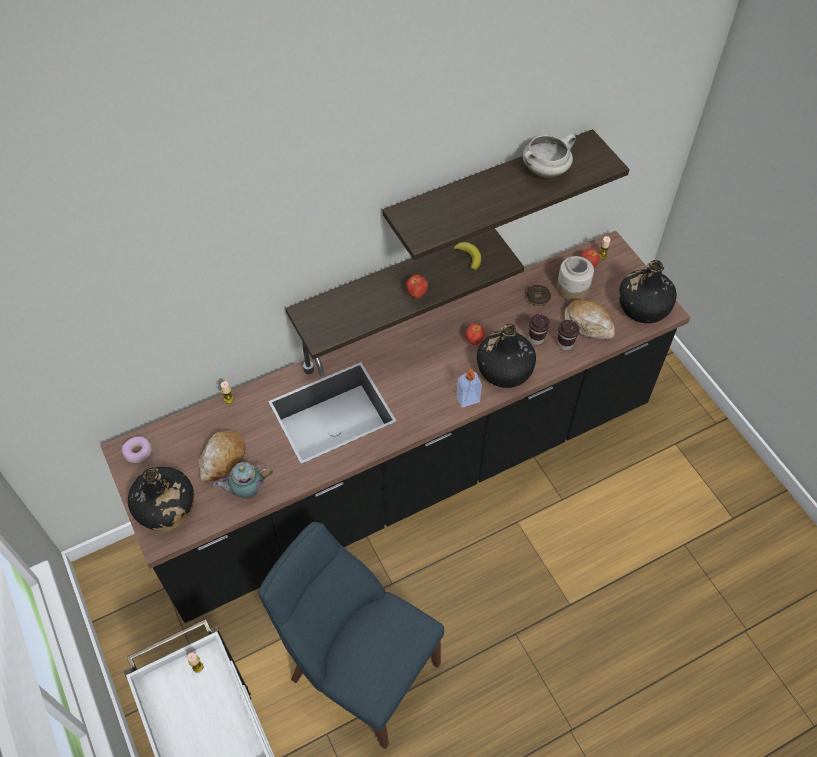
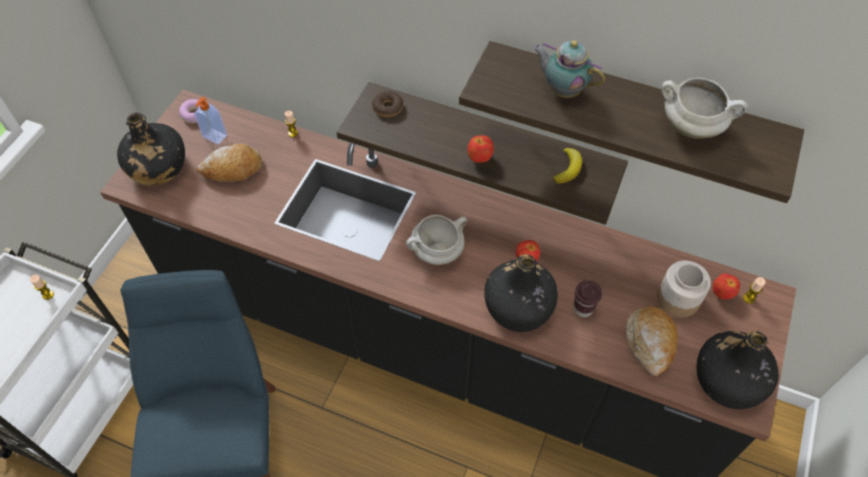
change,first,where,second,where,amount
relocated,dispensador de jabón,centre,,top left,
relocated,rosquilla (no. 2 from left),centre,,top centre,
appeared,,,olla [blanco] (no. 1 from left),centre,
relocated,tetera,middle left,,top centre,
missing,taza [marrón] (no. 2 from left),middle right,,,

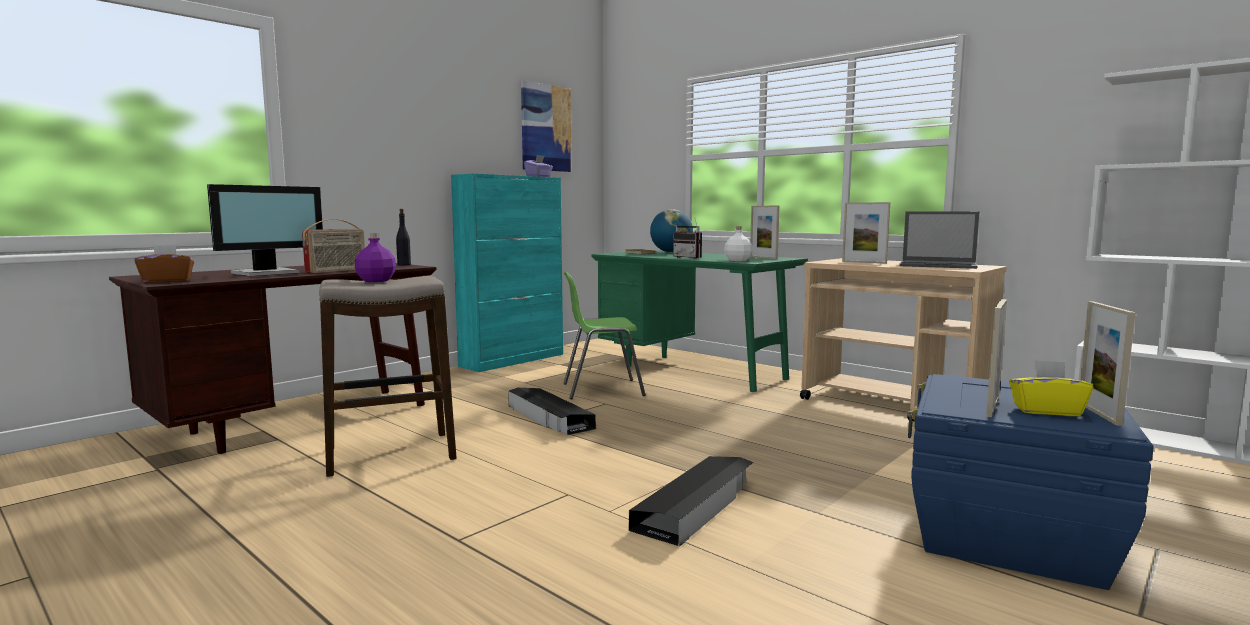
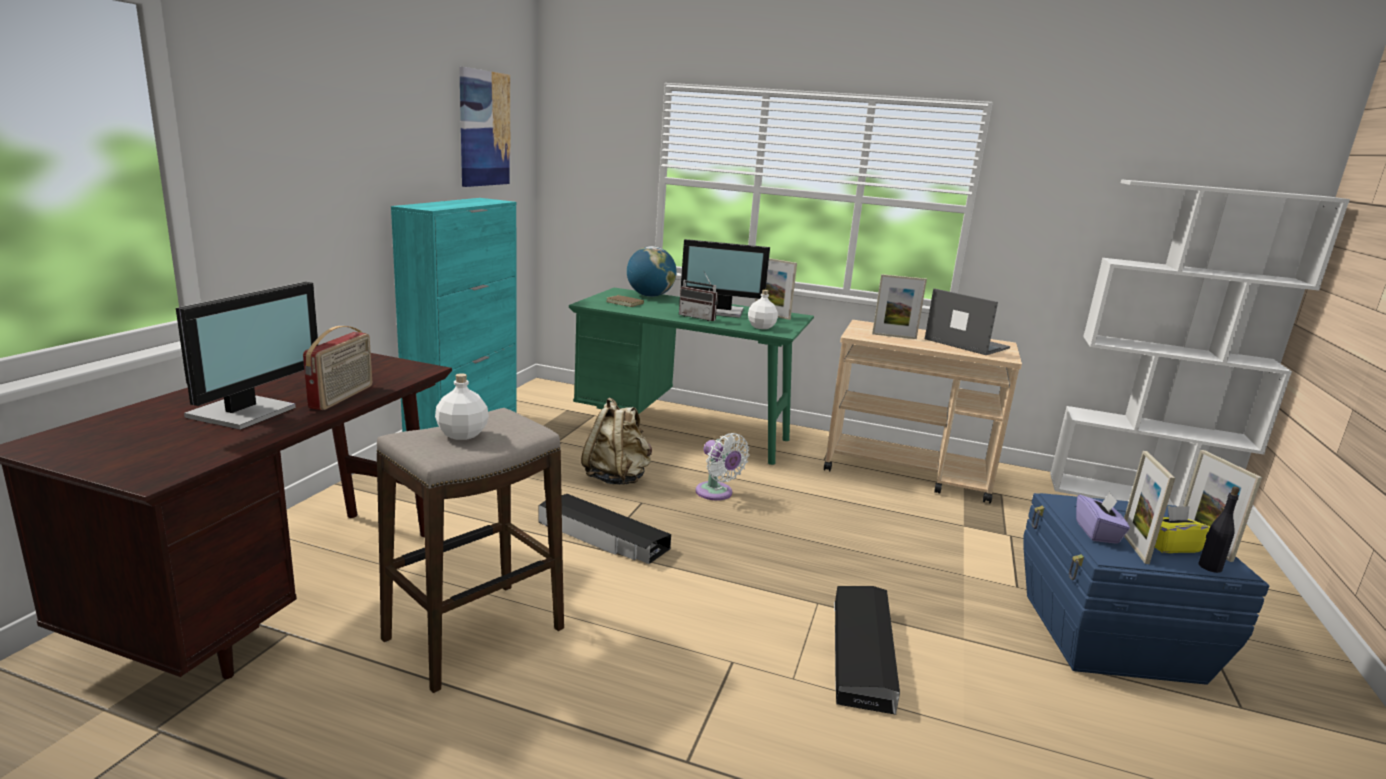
change,first,where,second,where,amount
colour,botella [morado],middle left,botella [blanco] (no. 1 from left),centre,
exchanged,silla [verde],centre,mochila [beis],centre,
appeared,,,monitor (no. 2 from left),centre,
appeared,,,ventilador [blanco],centre,
spun,portátil,middle right,,middle right,135 degrees counterclockwise
relocated,caja de pañuelos [morado],top centre,,middle right,
relocated,botella [negro],middle left,,bottom right,
missing,caja de pañuelos [marrón],middle left,,,

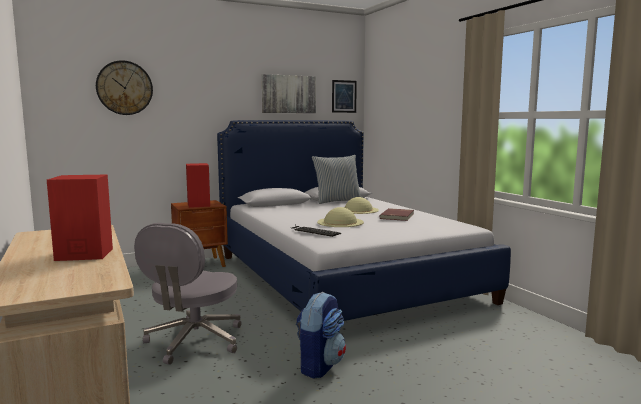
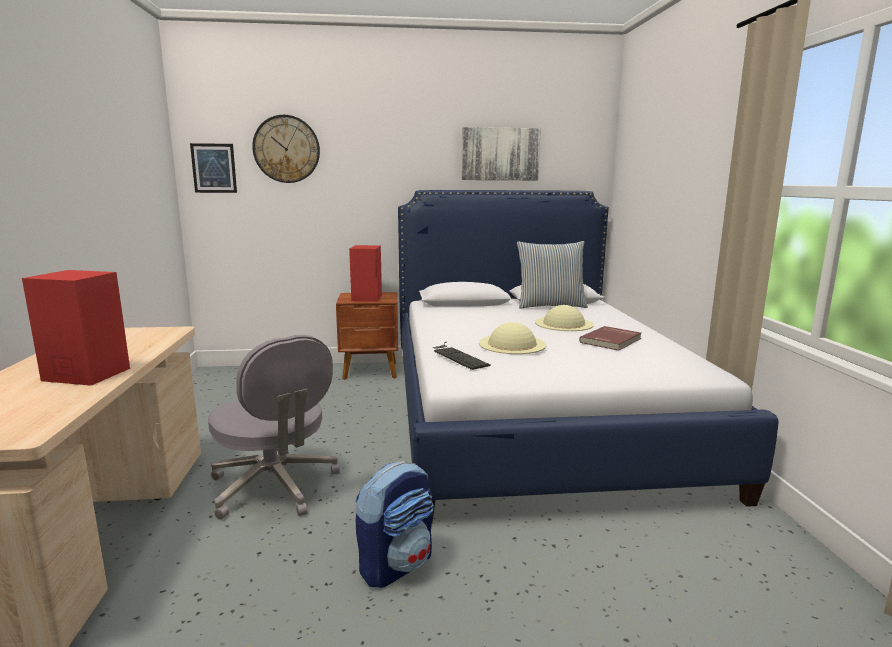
change,first,where,second,where,amount
relocated,cuadro (no. 2 from left in the first image),top centre,cuadro (no. 1 from left),top left,
spun,silla de oficina [gris],bottom left,,middle left,75 degrees counterclockwise

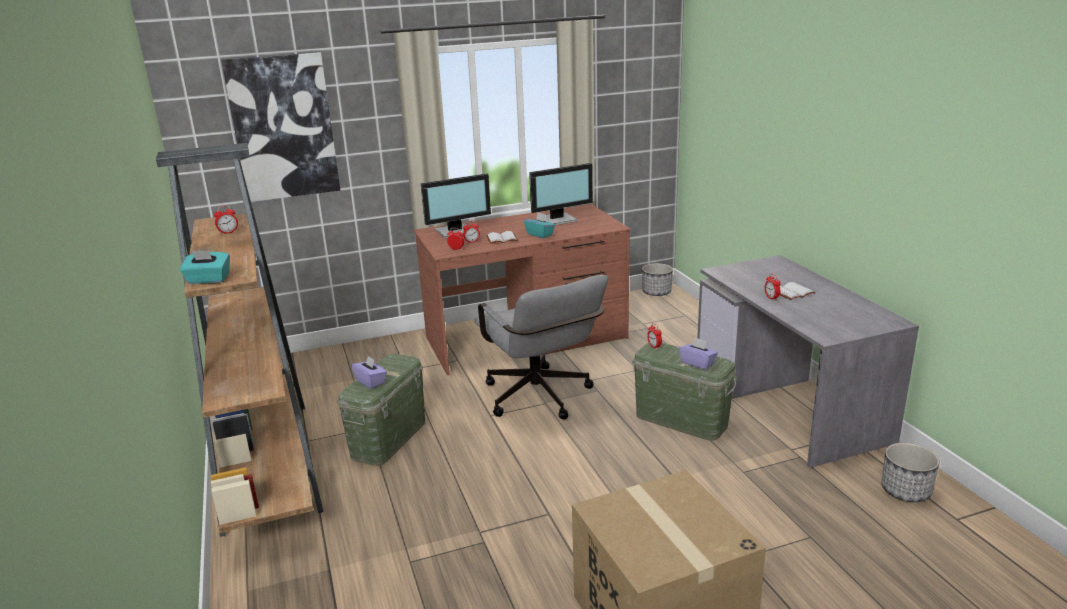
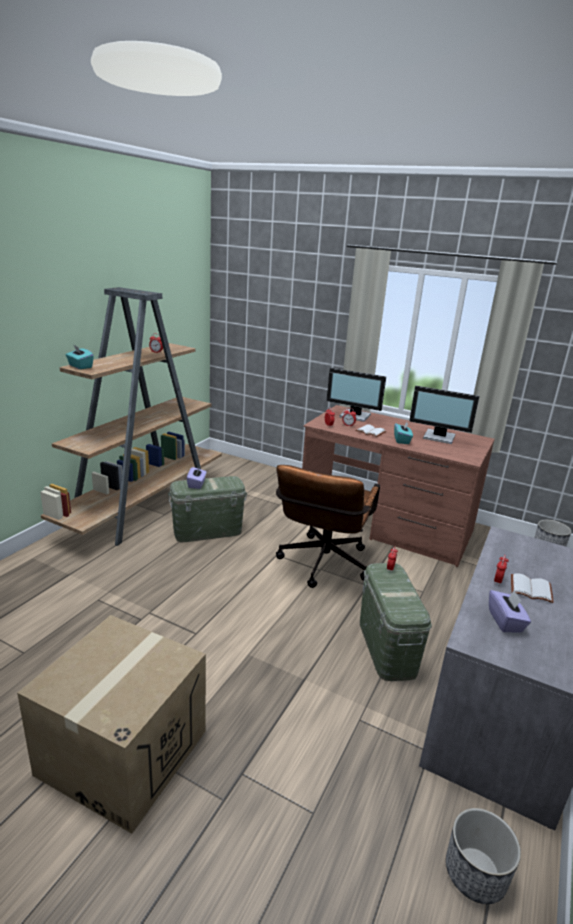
change,first,where,second,where,amount
colour,silla de oficina [gris],centre,silla de oficina [marrón],centre,
relocated,caja de pañuelos [morado] (no. 2 from left),centre,,middle right,
missing,cuadro,top left,,,

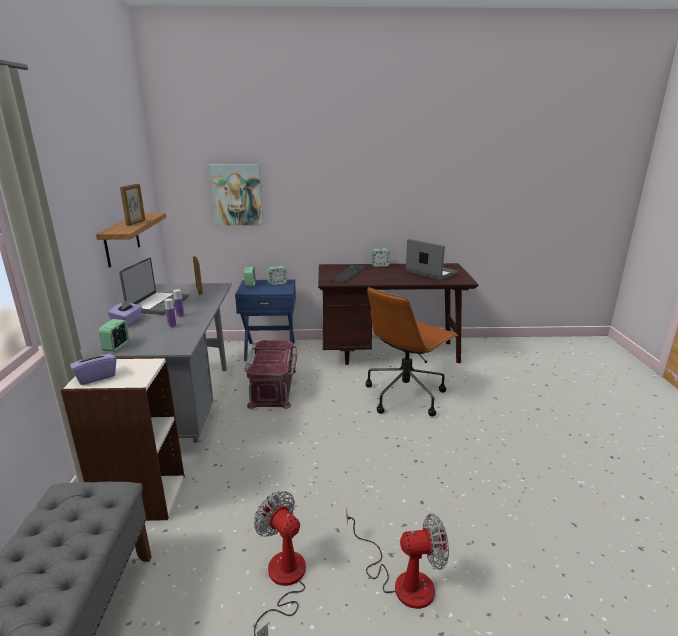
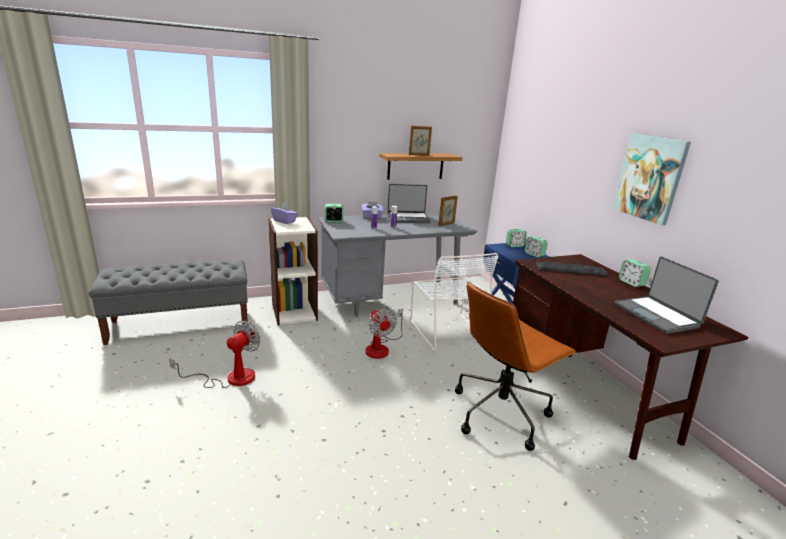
change,first,where,second,where,amount
relocated,ventilador (no. 2 from left),bottom centre,,centre,
exchanged,caja de almacenaje [rojo],centre,silla [blanco],centre,
spun,silla de oficina [marrón],centre,,bottom centre,60 degrees counterclockwise
relocated,cuadro,top centre,,top right,
spun,portátil (no. 2 from left),centre,,middle right,135 degrees clockwise

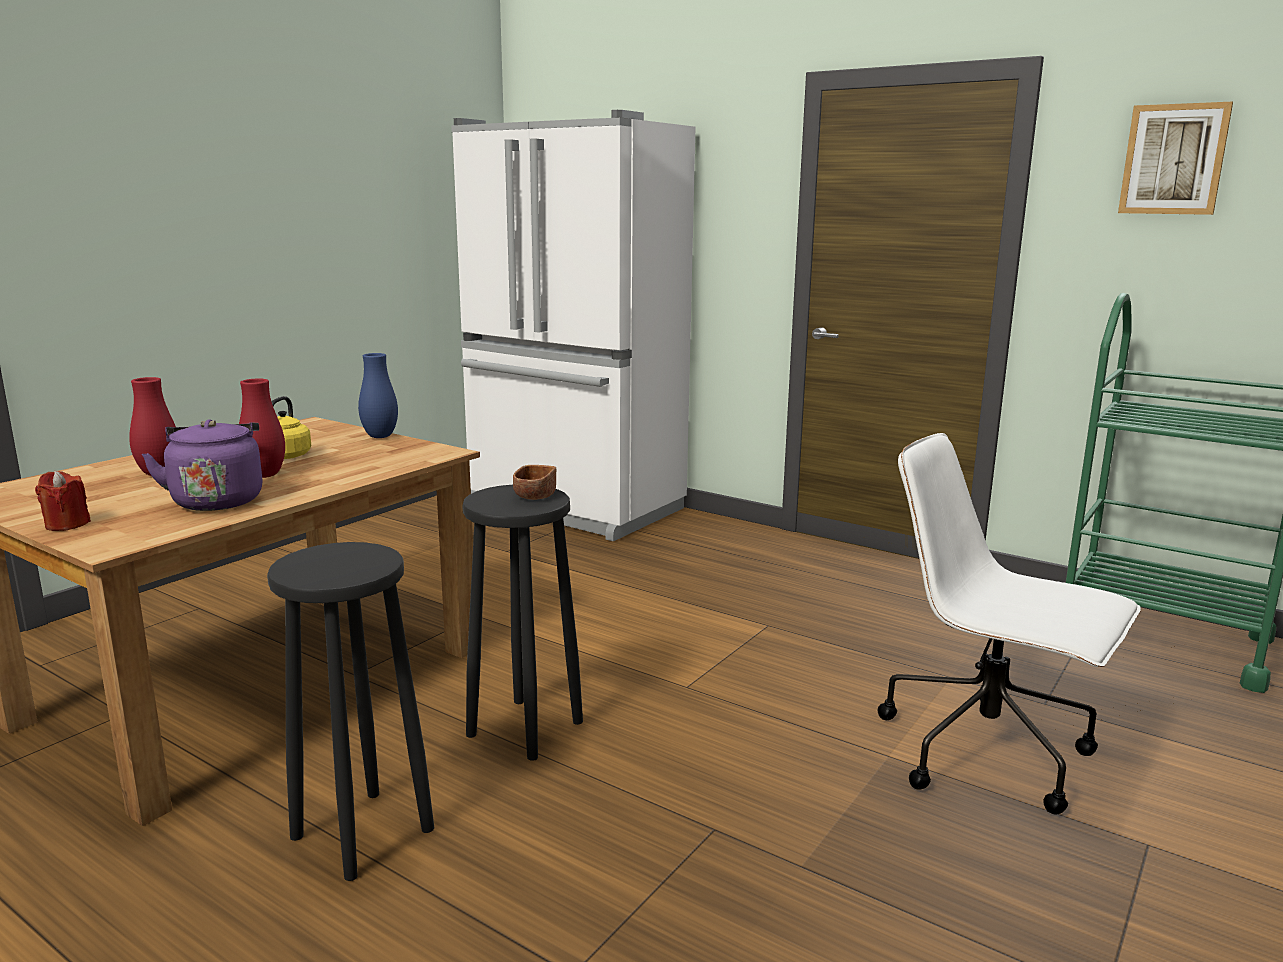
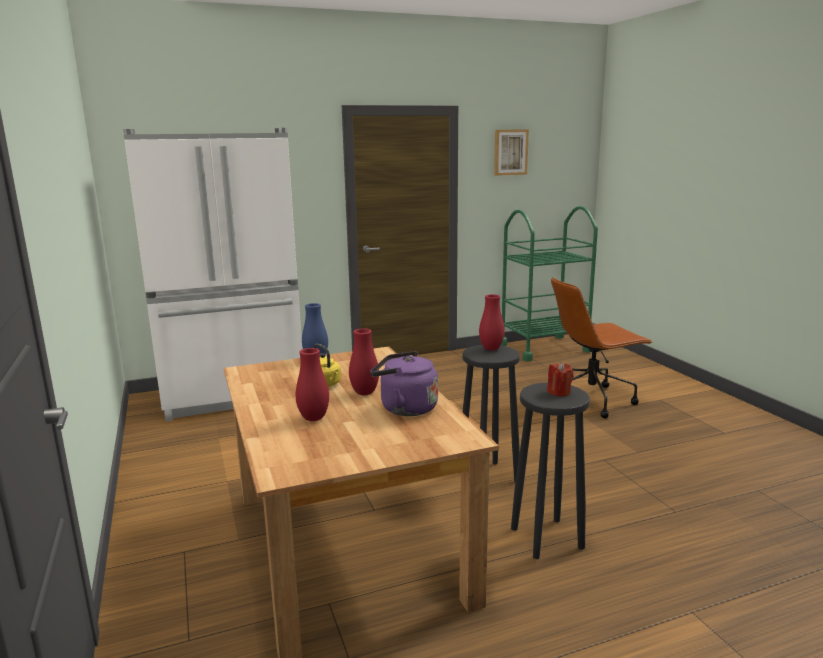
change,first,where,second,where,amount
exchanged,cuenco [marrón],centre,florero [rojo] (no. 3 from left),centre,
relocated,vela [rojo],middle left,,middle right,
colour,silla de oficina [blanco],middle right,silla de oficina [marrón],middle right,

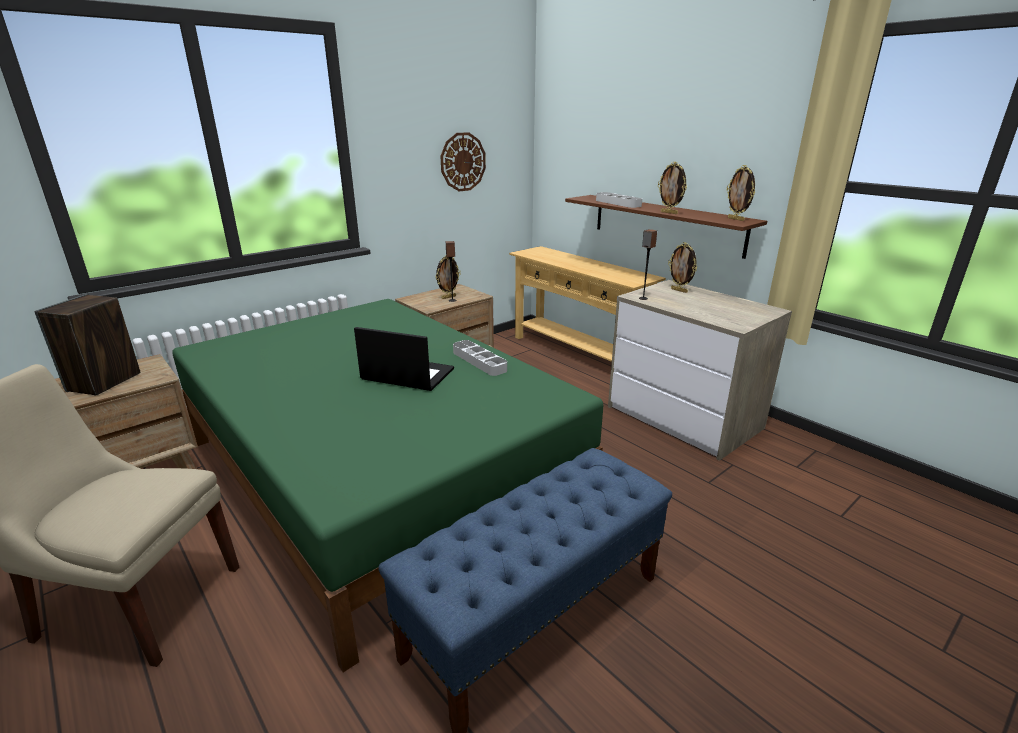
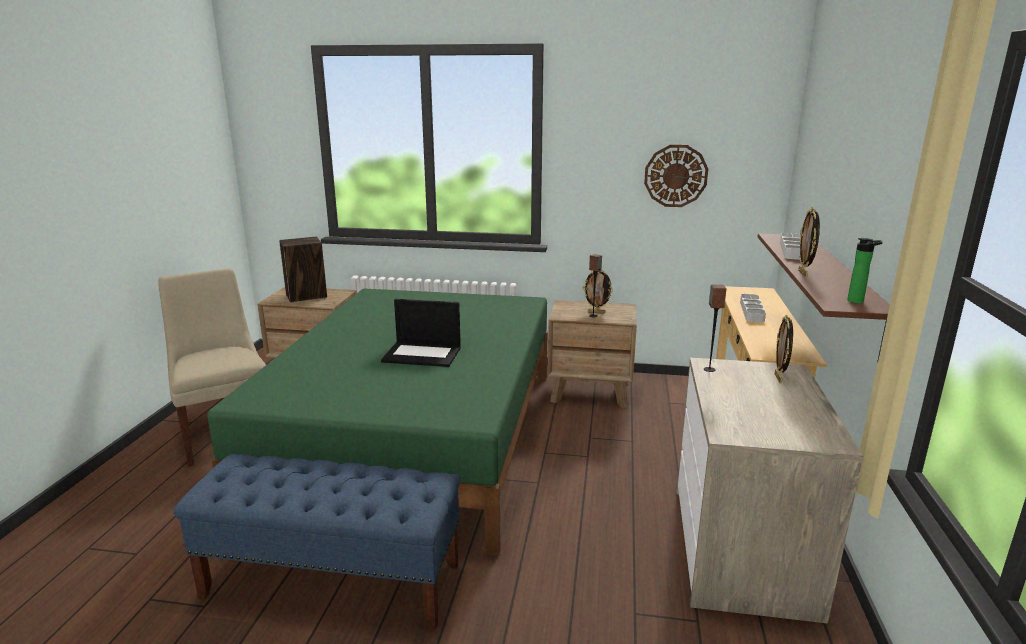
change,first,where,second,where,amount
spun,portátil,centre,,centre,120 degrees clockwise
relocated,bandeja [gris] (no. 1 from left),centre,,middle right,
exchanged,portarretratos (no. 4 from left),top right,botella,middle right,

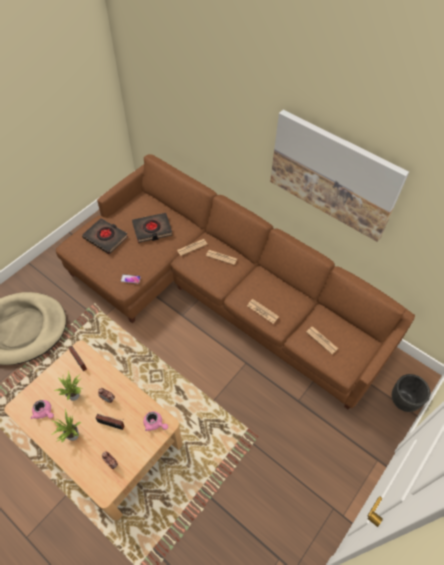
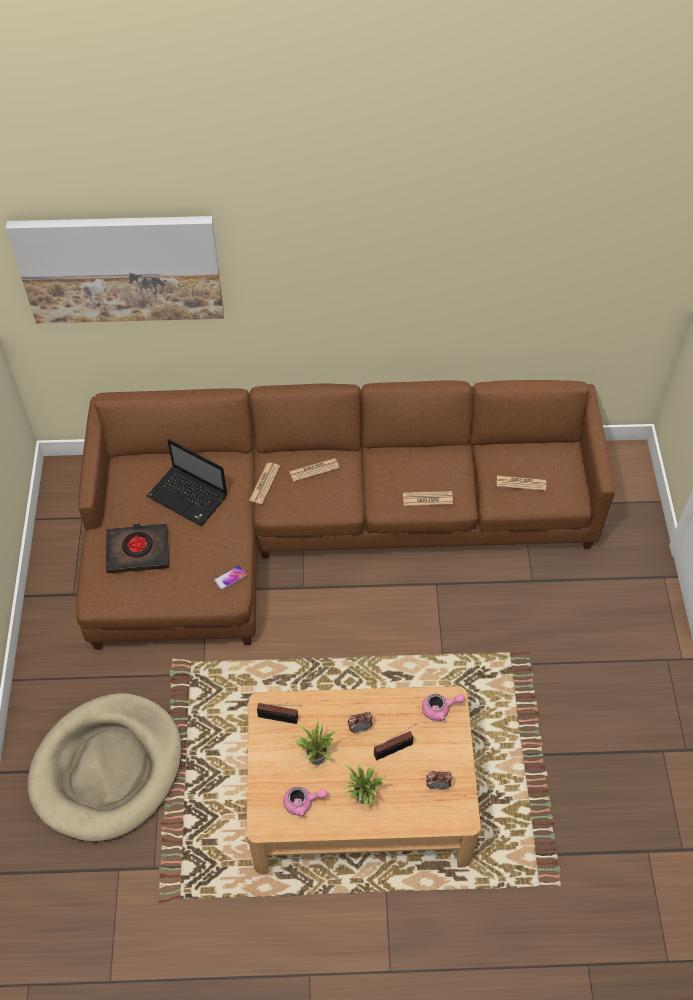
change,first,where,second,where,amount
relocated,cuadro,top right,,top left,
exchanged,libro [negro] (no. 2 from left),centre,portátil,middle left,
missing,maceta [negro],bottom right,,,

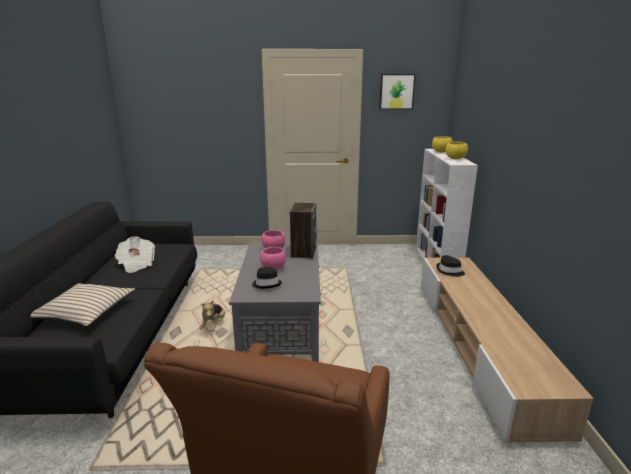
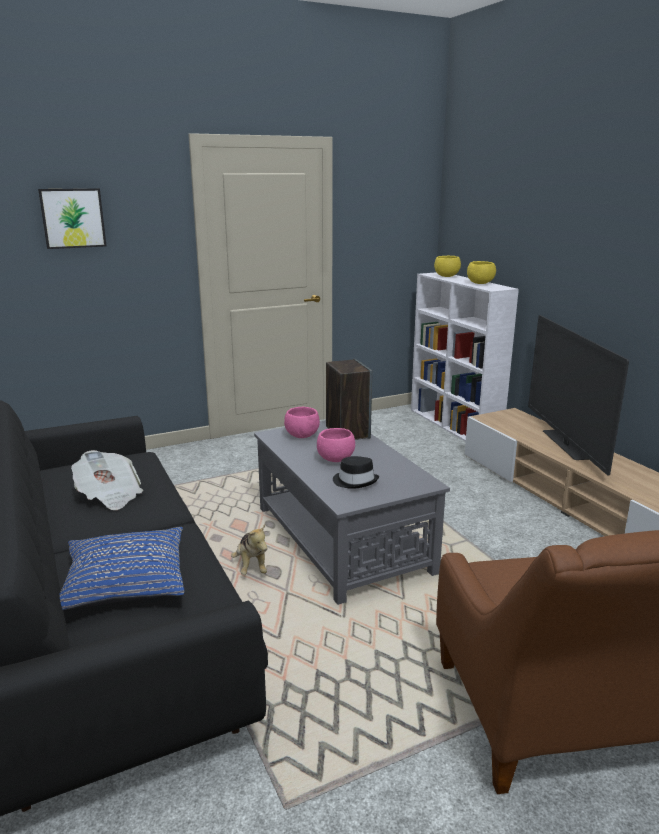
change,first,where,second,where,amount
relocated,cuadro,top centre,,top left,
colour,cojín [beis],middle left,cojín [azul],bottom left,
appeared,,,televisor,middle right,
missing,sombrero [negro] (no. 2 from left),middle right,,,

